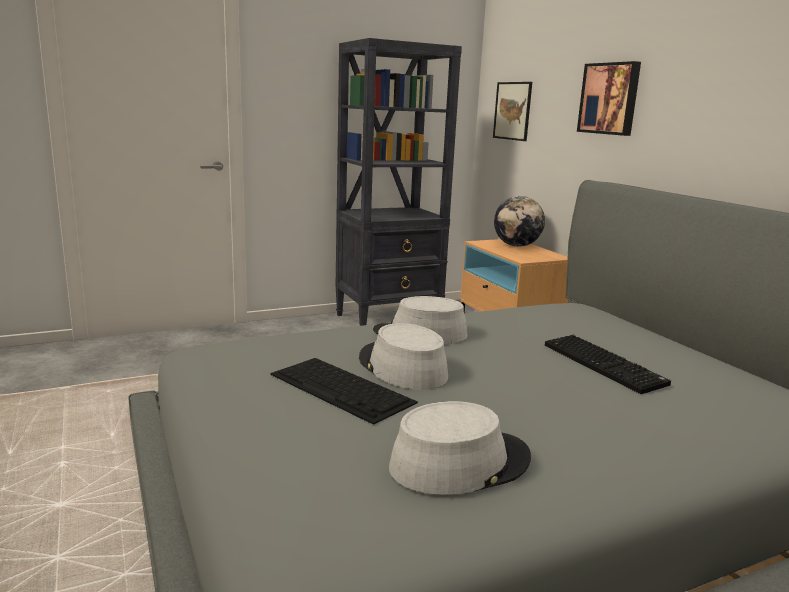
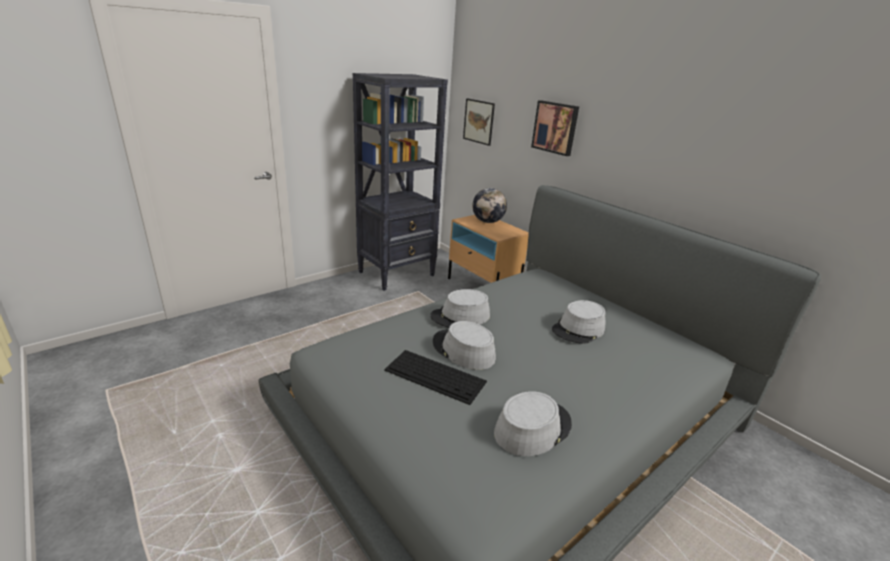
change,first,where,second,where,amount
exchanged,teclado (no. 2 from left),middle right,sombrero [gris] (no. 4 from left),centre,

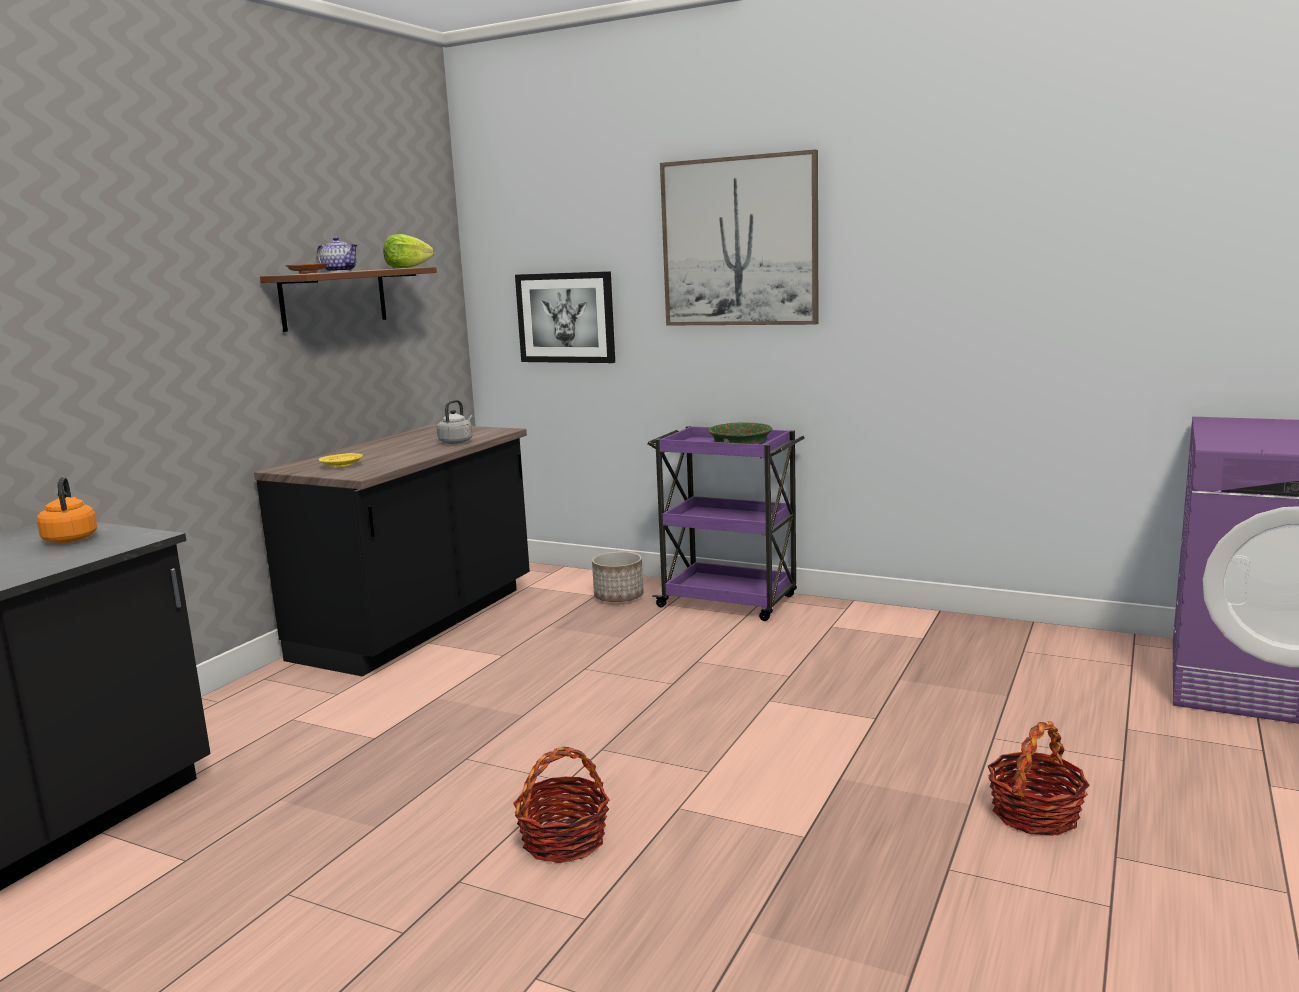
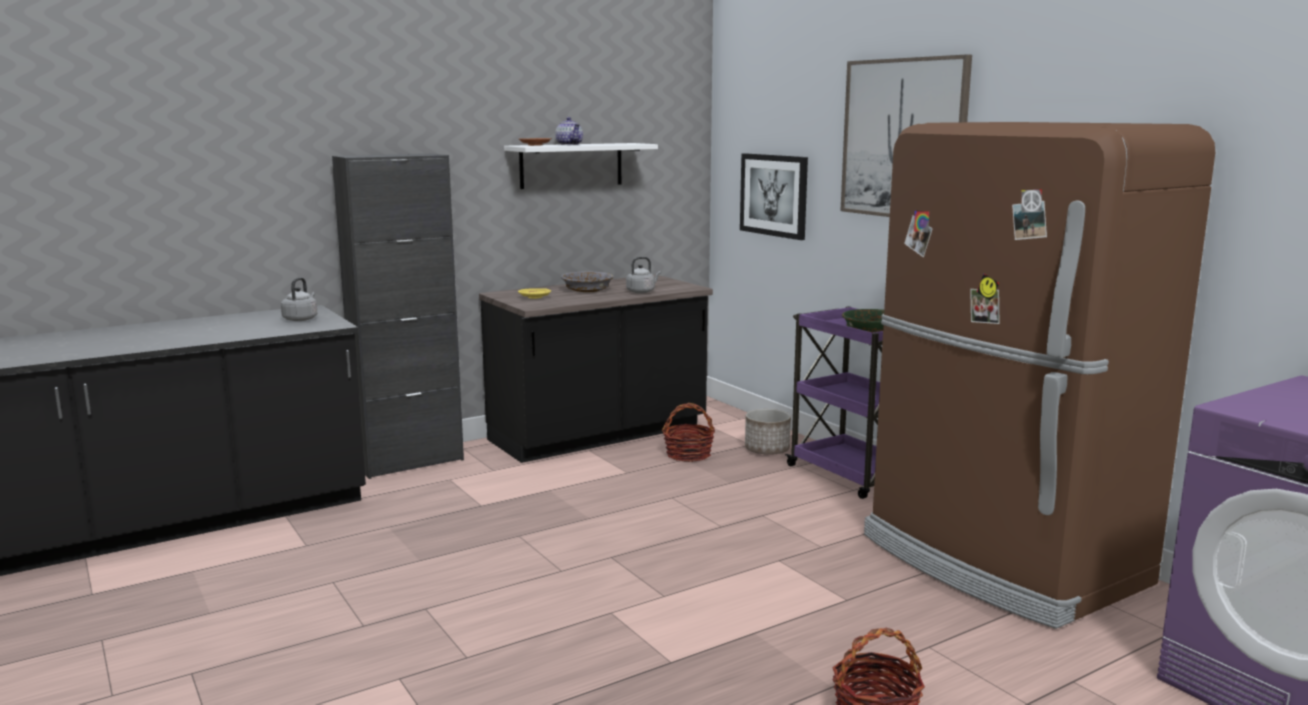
change,first,where,second,where,amount
colour,hervidor [naranja],middle left,hervidor [gris] (no. 1 from left),middle left,
appeared,,,armario [negro],middle left,
colour,estante [marrón],top left,estante [blanco],top centre,
appeared,,,cuenco [gris],centre,
relocated,cesta (no. 1 from left),bottom centre,,centre,
appeared,,,nevera [marrón],middle right,
missing,lechuga,top left,,,

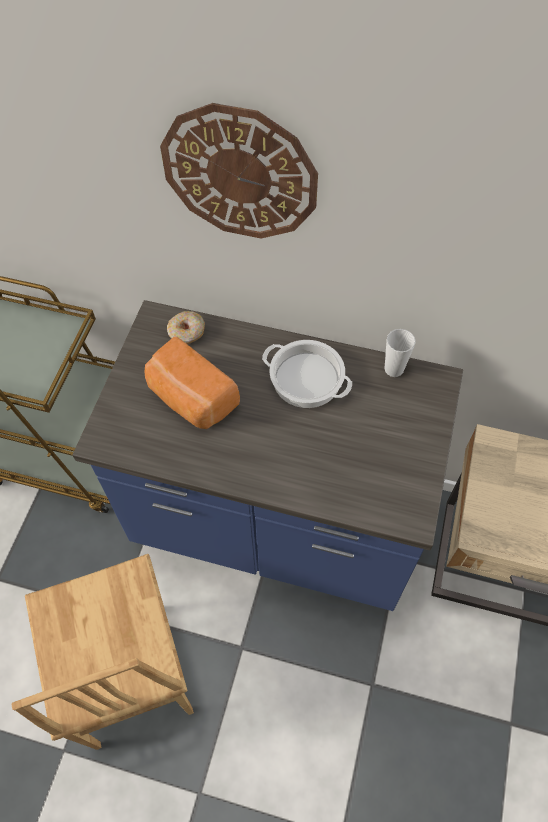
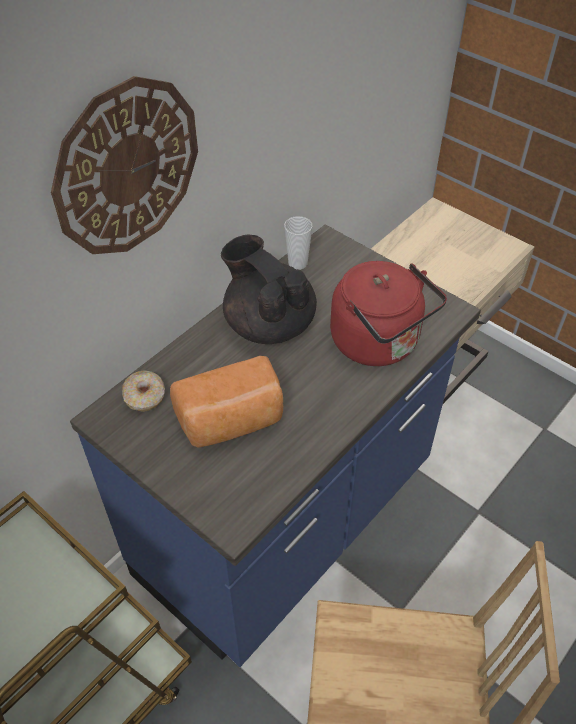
change,first,where,second,where,amount
exchanged,olla,centre,tetera [negro],centre,
appeared,,,hervidor [rojo],middle right,

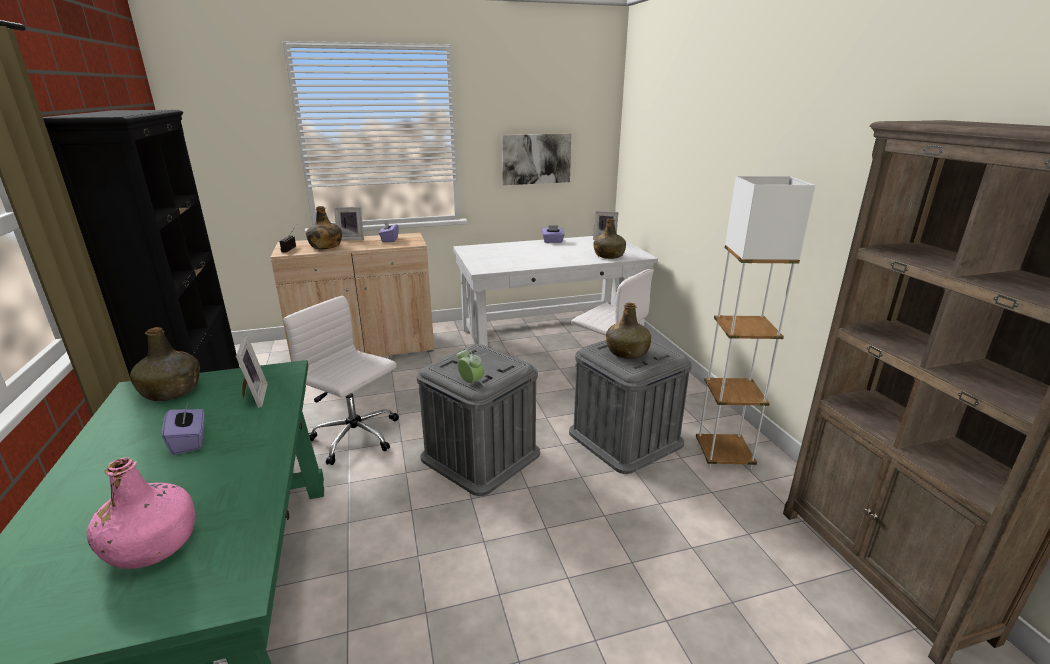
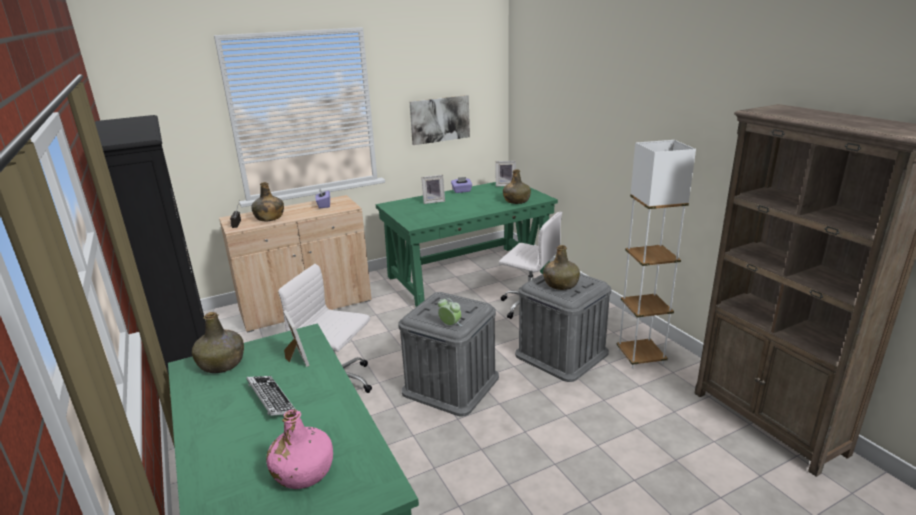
change,first,where,second,where,amount
exchanged,caja de pañuelos [morado] (no. 1 from left),middle left,teclado,bottom left,
colour,escritorio [blanco],centre,escritorio [verde] (no. 2 from left),centre,
relocated,portarretratos (no. 2 from left),middle left,,centre,

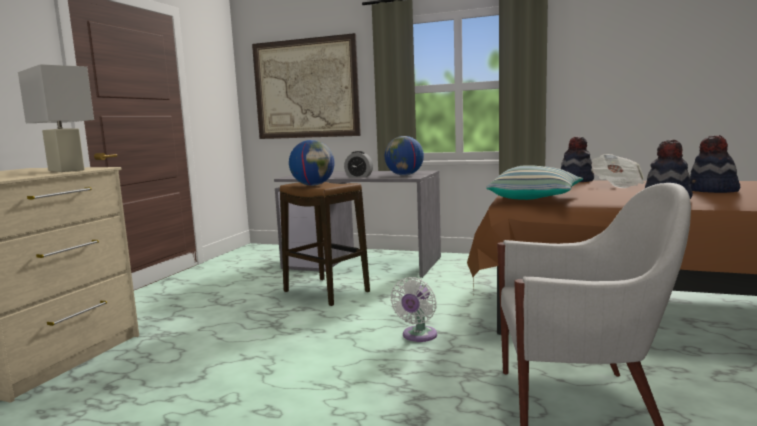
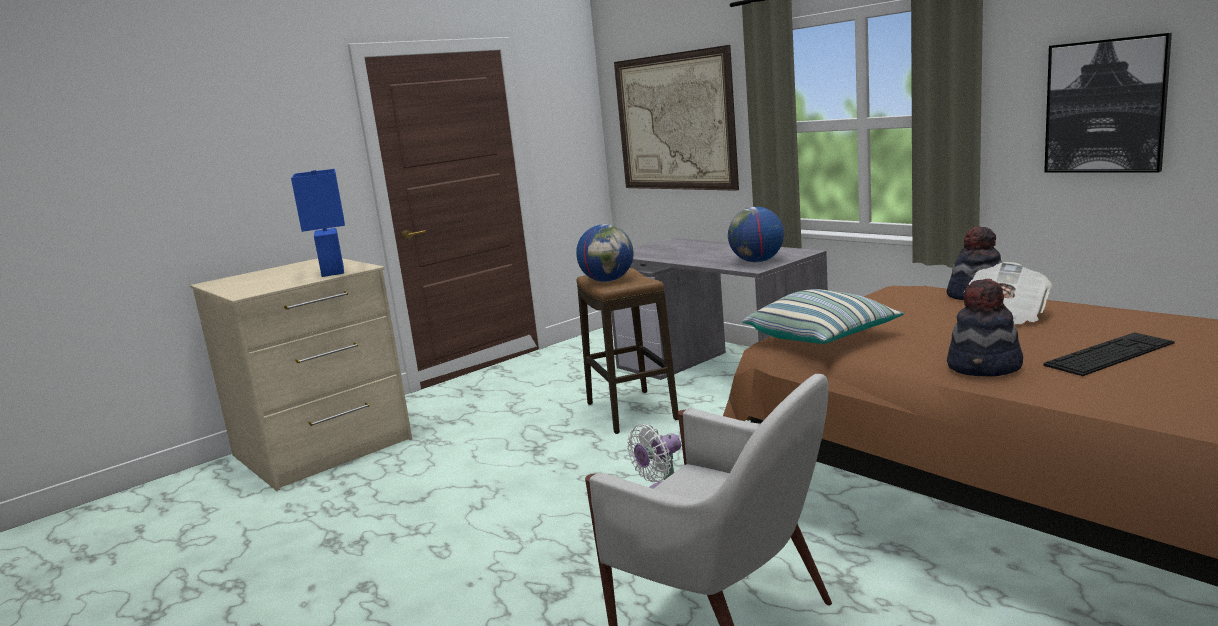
change,first,where,second,where,amount
colour,lámpara de mesa [blanco],top left,lámpara de mesa [azul],middle left,
exchanged,sombrero (no. 3 from left),middle right,teclado,middle right,
appeared,,,cuadro (no. 2 from left),top right,
missing,despertador,centre,,,

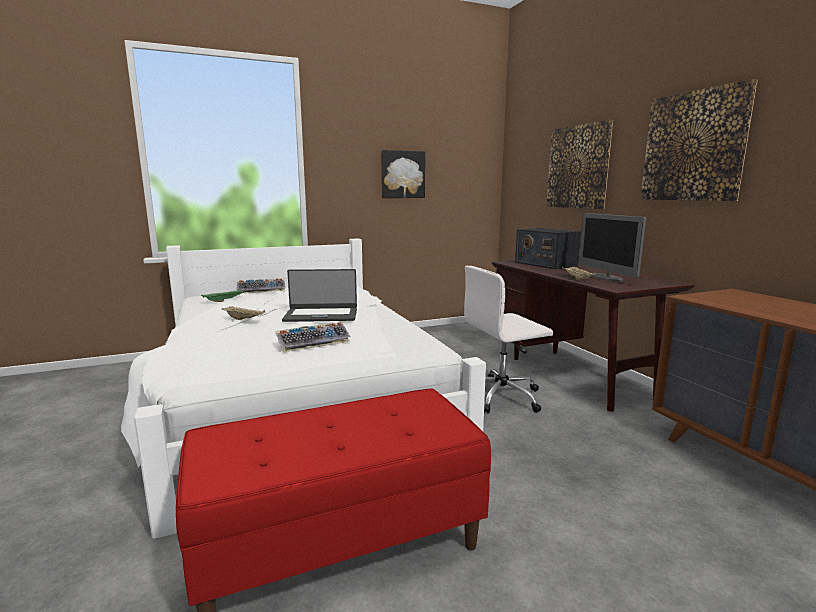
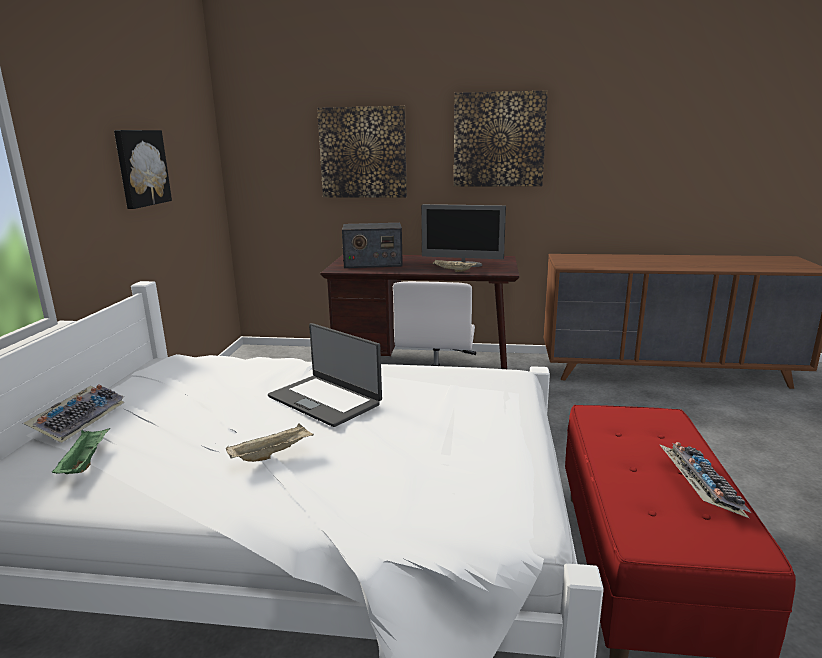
change,first,where,second,where,amount
spun,portátil,centre,,centre,105 degrees clockwise
relocated,teclado (no. 2 from left),centre,,bottom right,

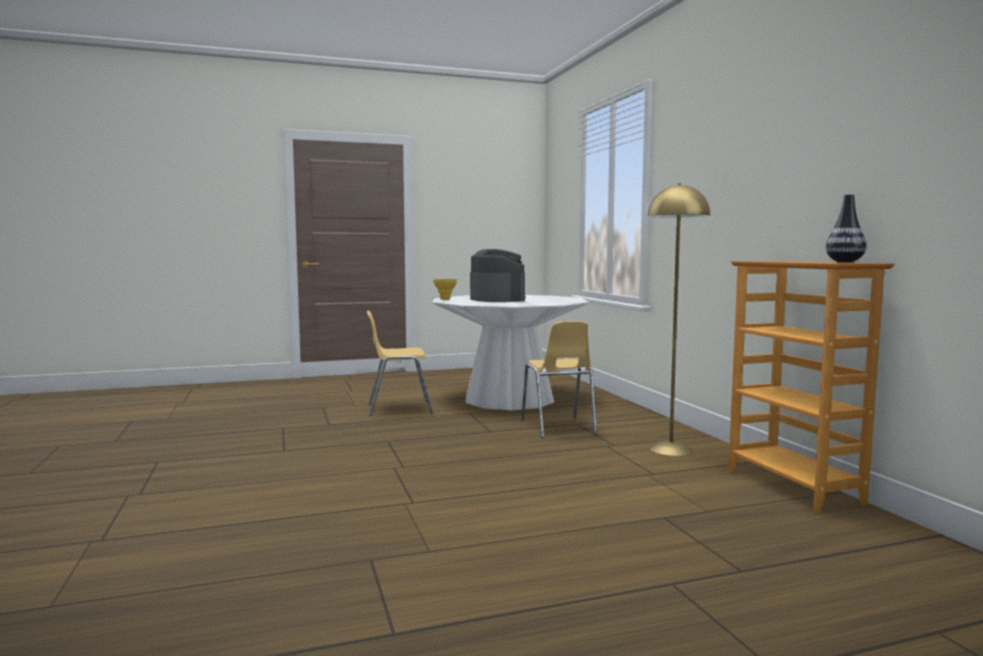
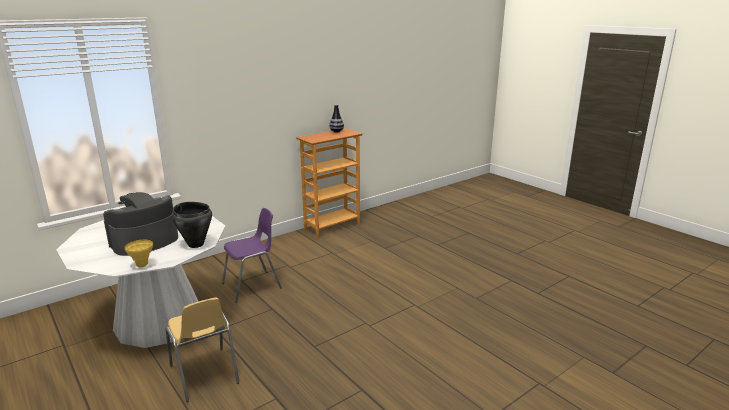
change,first,where,second,where,amount
appeared,,,olla [negro],middle left,
colour,silla [amarillo] (no. 2 from left),centre,silla [morado],centre,
missing,lámpara de pie [amarillo],middle right,,,

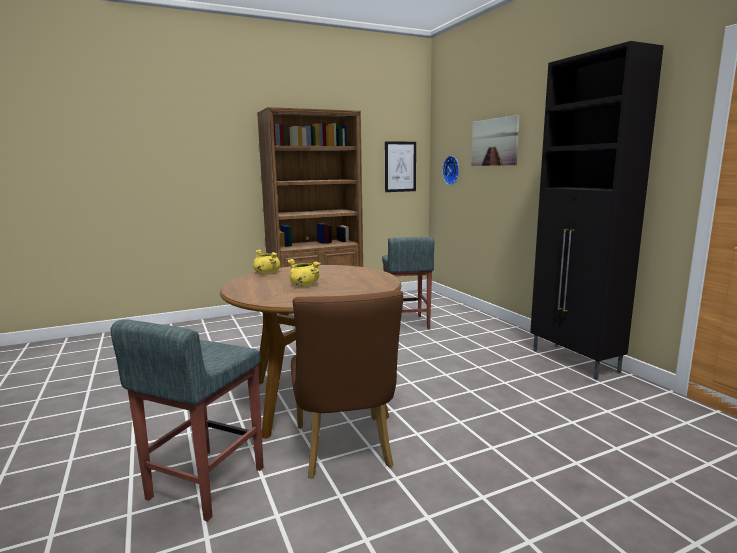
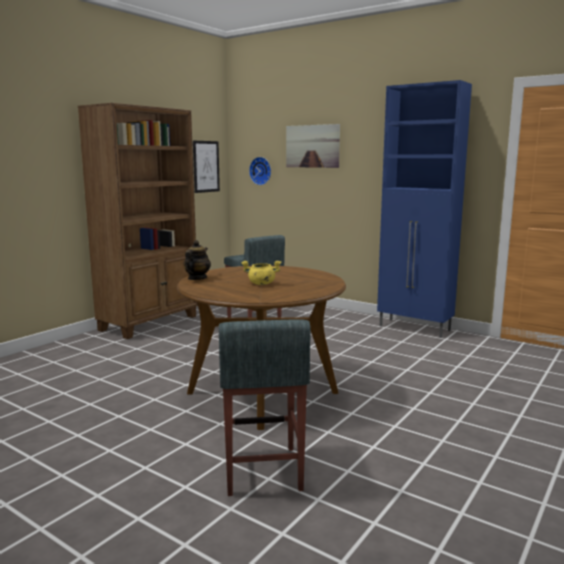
change,first,where,second,where,amount
exchanged,olla [amarillo] (no. 1 from left),centre,tetera,centre,
colour,armario [negro],middle right,armario [azul],middle right,
missing,silla [marrón],bottom centre,,,

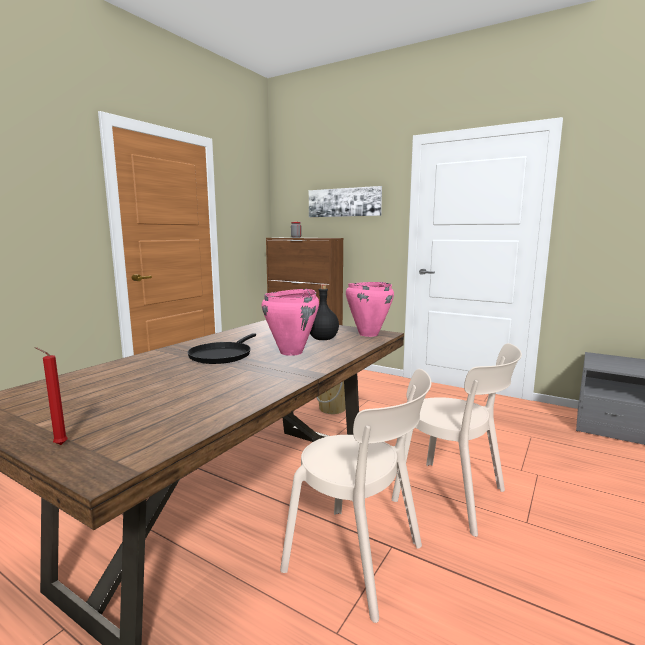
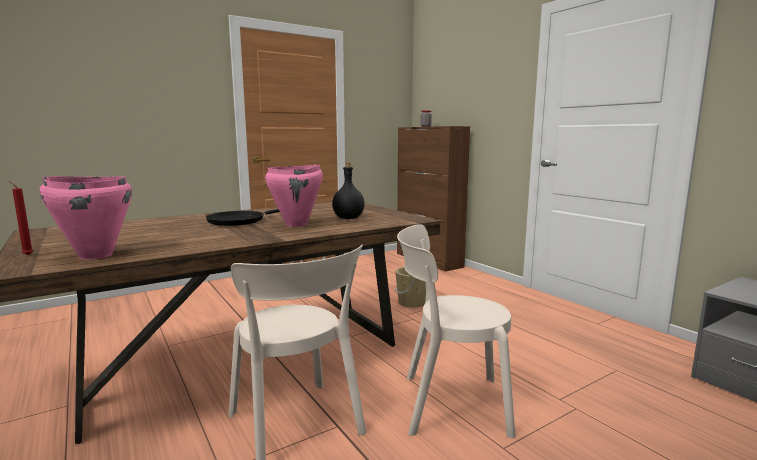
change,first,where,second,where,amount
relocated,olla [rosa] (no. 2 from left in the first image),centre,olla [rosa] (no. 1 from left),middle left,
spun,silla [beis] (no. 2 from left),bottom right,,bottom centre,120 degrees clockwise
missing,cuadro,top centre,,,

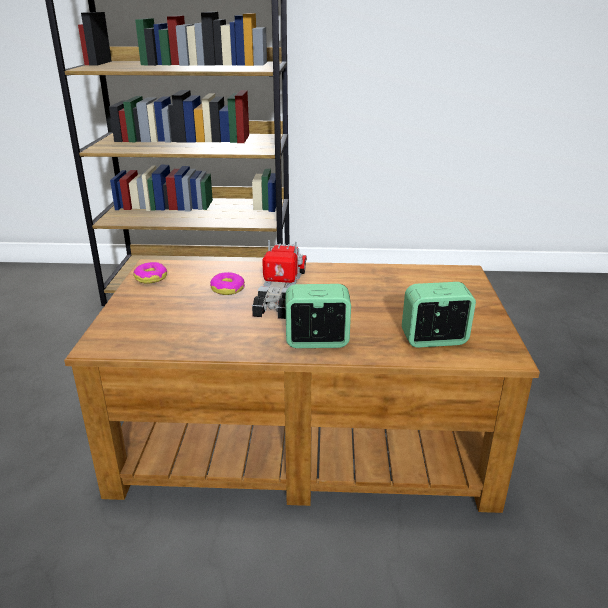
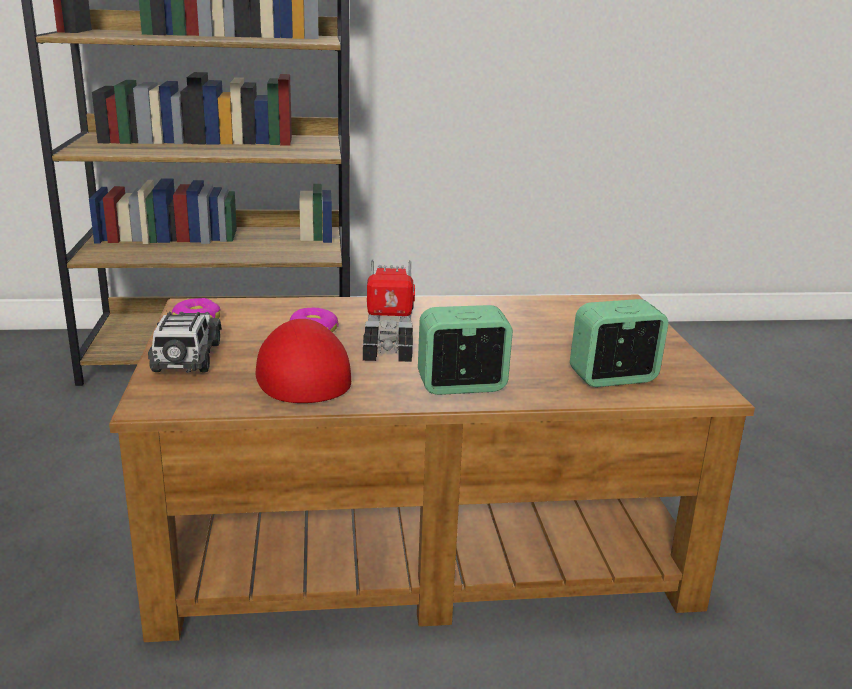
change,first,where,second,where,amount
appeared,,,coche de juguete,middle left,
appeared,,,gorra [rojo],centre,

